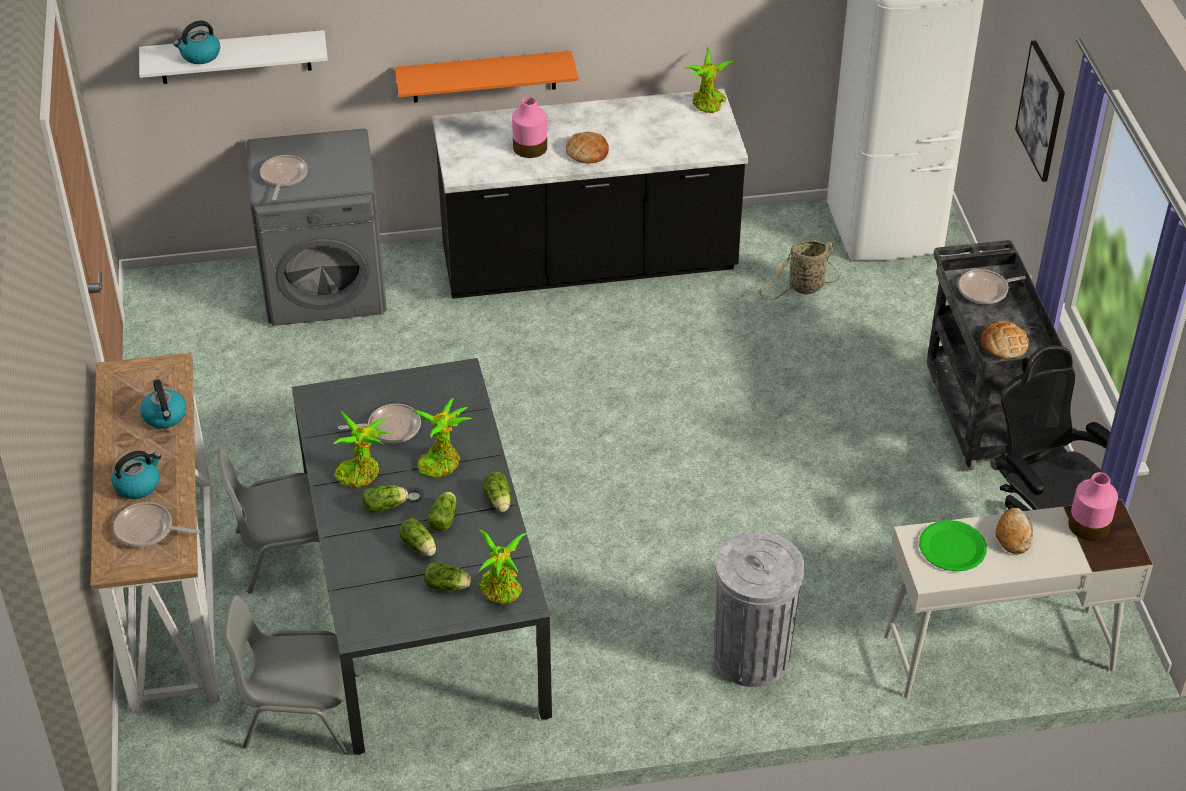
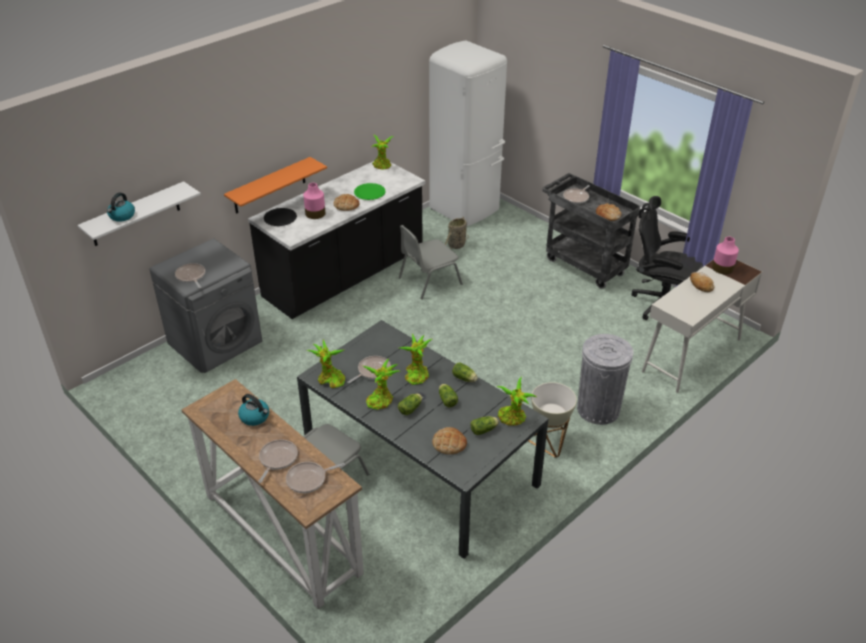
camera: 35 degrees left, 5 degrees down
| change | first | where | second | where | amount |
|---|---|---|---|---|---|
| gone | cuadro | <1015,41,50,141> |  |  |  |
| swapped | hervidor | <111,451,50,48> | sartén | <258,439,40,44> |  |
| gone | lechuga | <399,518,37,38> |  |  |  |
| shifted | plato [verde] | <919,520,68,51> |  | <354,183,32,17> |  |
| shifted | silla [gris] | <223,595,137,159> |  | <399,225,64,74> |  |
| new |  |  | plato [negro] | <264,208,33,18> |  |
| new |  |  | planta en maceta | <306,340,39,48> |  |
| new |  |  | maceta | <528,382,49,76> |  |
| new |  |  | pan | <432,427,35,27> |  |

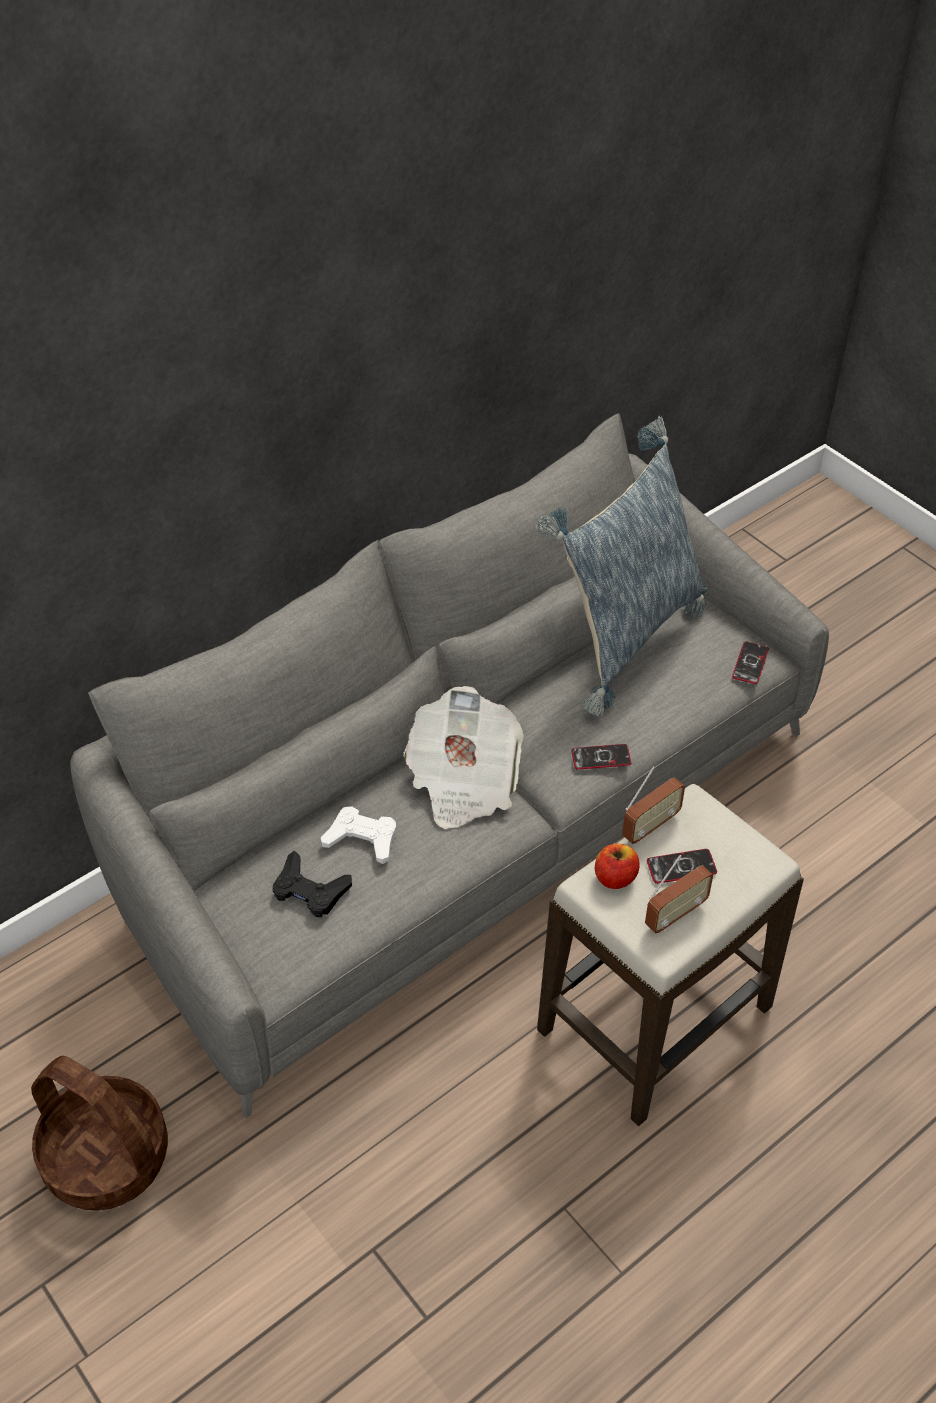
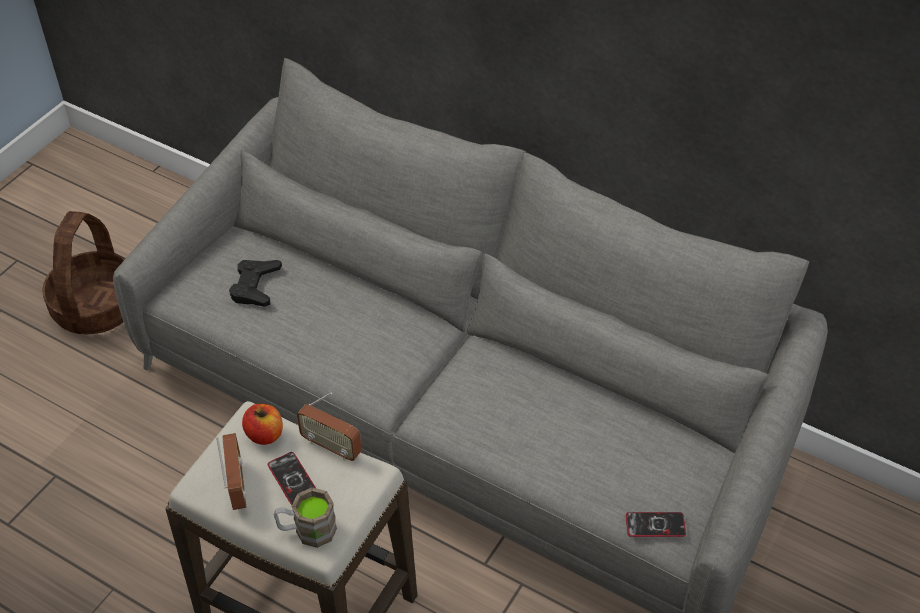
camera: 70 degrees right, 0 degrees up
| change | first | where | second | where | amount |
|---|---|---|---|---|---|
| gone | cojín | <535,416,174,300> |  |  |  |
| gone | periódico | <404,686,120,143> |  |  |  |
| gone | móvil | <571,744,60,26> |  |  |  |
| gone | mando de consola [blanco] | <321,806,75,58> |  |  |  |
| rotated | radio | <645,855,68,79> |  | <216,433,31,77> | 135 degrees counterclockwise |
| new |  |  | taza grande [marrón] | <274,487,63,61> |  |

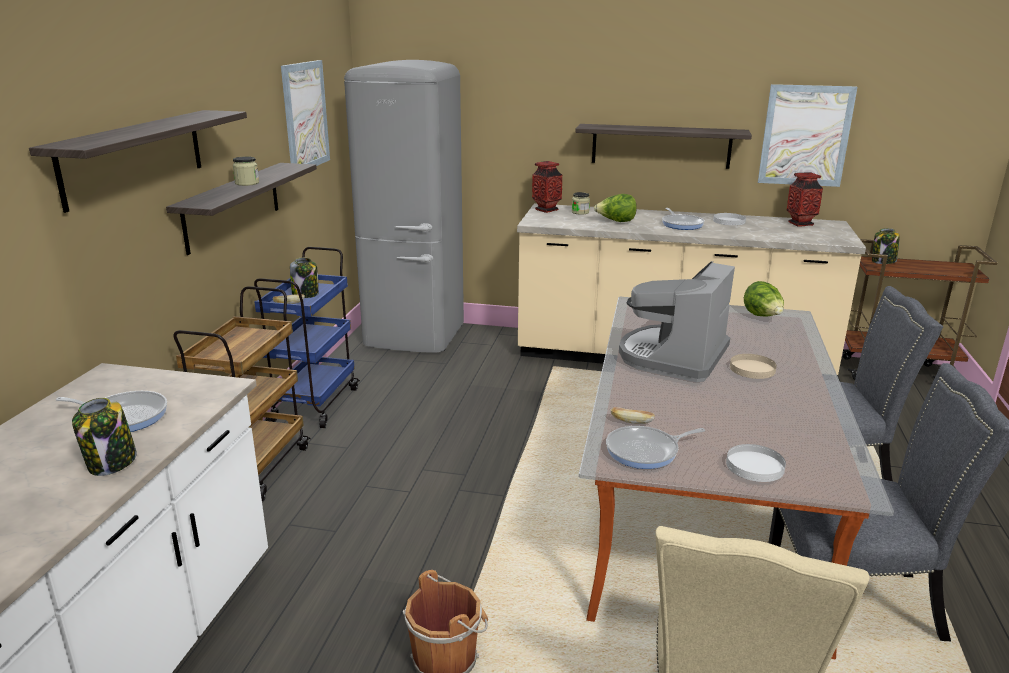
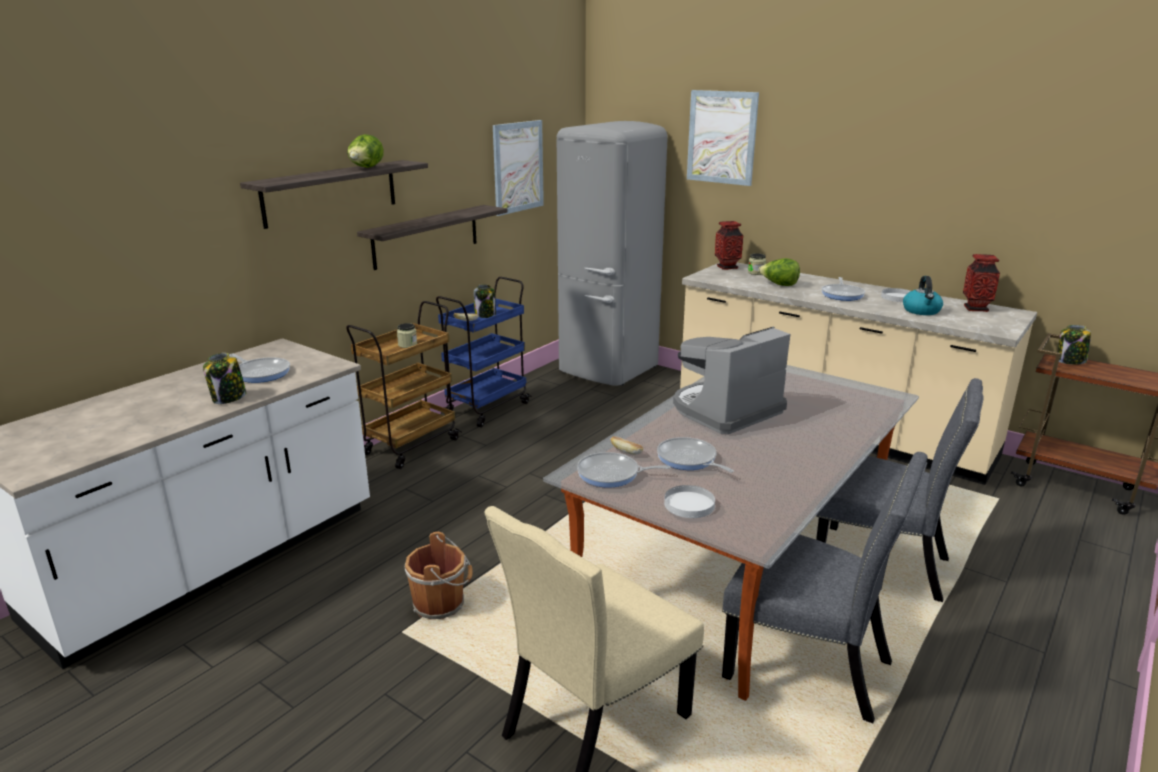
camera: 25 degrees right, 0 degrees up
| change | first | where | second | where | amount |
|---|---|---|---|---|---|
| shifted | cuadro | <758,84,99,103> |  | <687,90,72,96> |  |
| gone | estante | <575,124,177,45> |  |  |  |
| shifted | tarro | <233,156,26,30> |  | <397,323,20,25> |  |
| shifted | lechuga | <744,281,40,36> |  | <347,134,37,34> |  |
| gone | plato [beis] | <730,354,47,25> |  |  |  |
| new |  |  | hervidor | <903,276,40,39> |  |
| new |  |  | sartén | <657,437,77,35> |  |

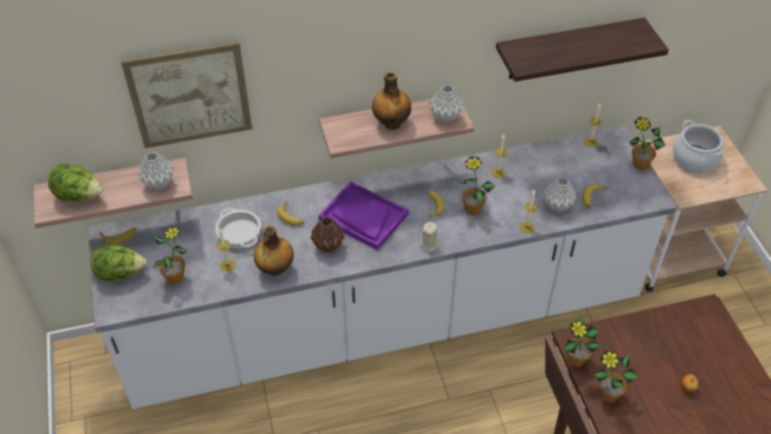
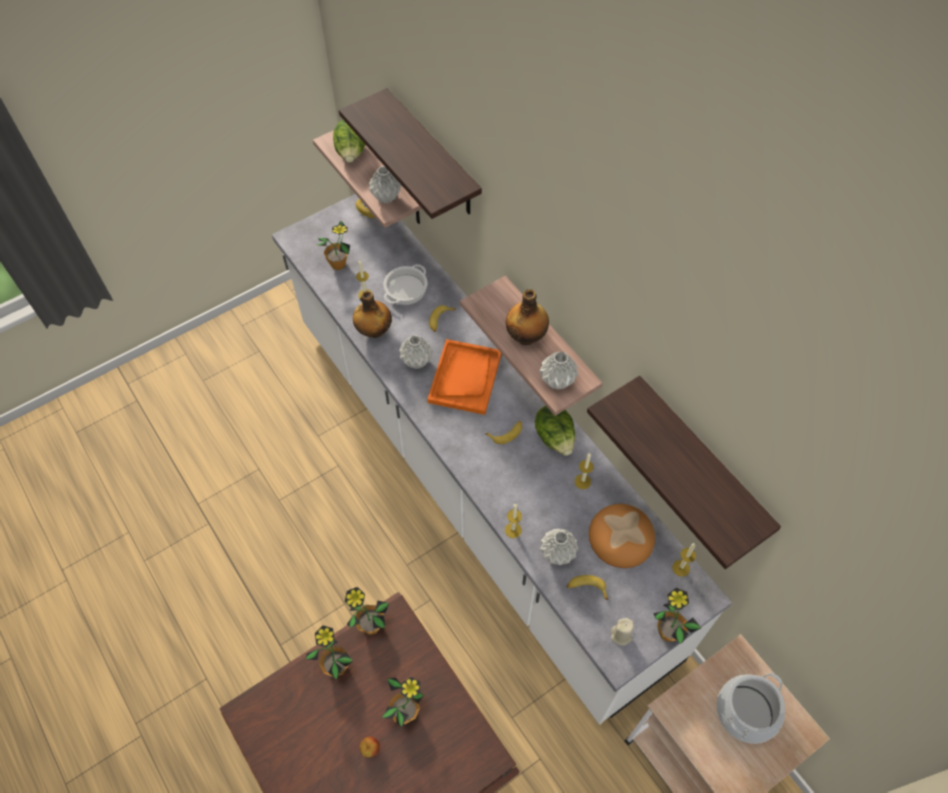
camera: 70 degrees right, 10 degrees up
| change | first | where | second | where | amount |
|---|---|---|---|---|---|
| swapped | cuadro | <121,42,131,106> | estante | <339,88,143,131> |  |
| shifted | planta en maceta | <458,156,37,59> |  | <382,677,42,50> |  |
| repainted | bandeja [morado] | <318,181,91,69> | bandeja [naranja] | <427,339,75,76> |  |
| repainted | florero [marrón] | <311,217,34,36> | florero [gris] | <399,335,34,34> |  |
| shifted | vela [beis] | <420,222,18,30> |  | <611,618,23,28> |  |
| shifted | lechuga | <91,244,56,37> |  | <535,406,40,50> |  |
| new |  |  | pan | <589,504,66,64> |  |

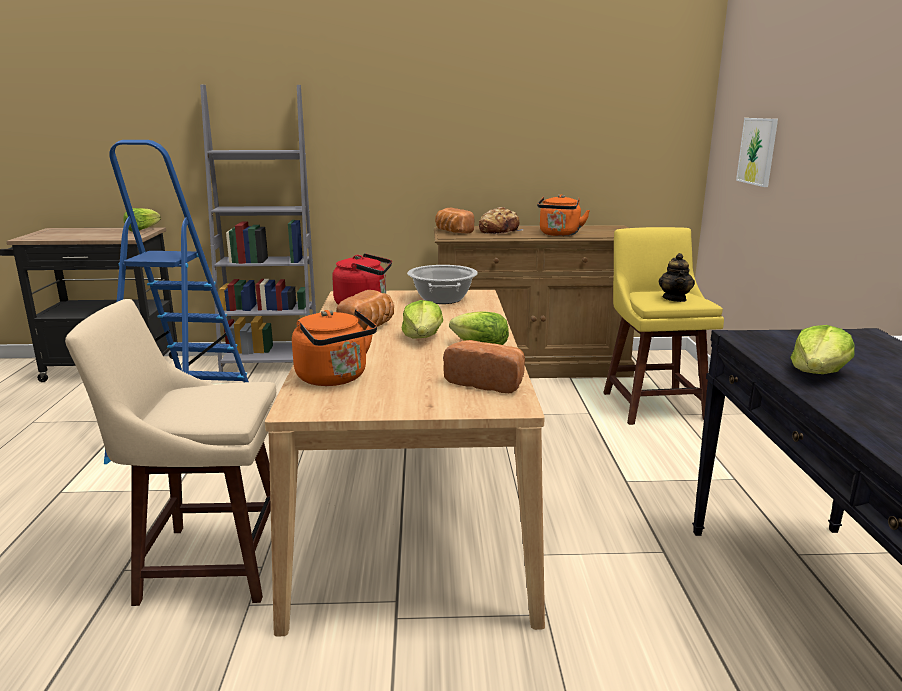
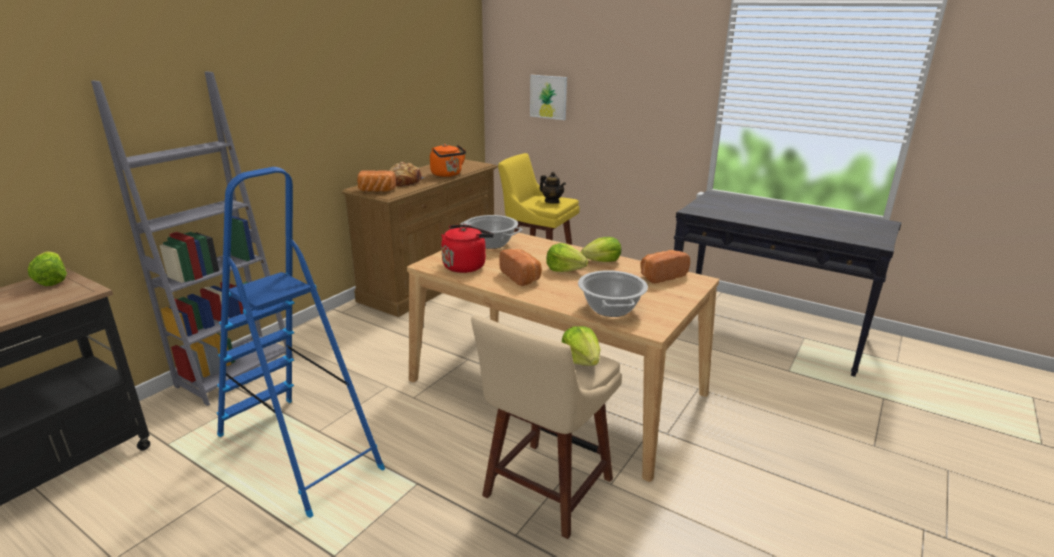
camera: 55 degrees left, 5 degrees up
| change | first | where | second | where | amount |
|---|---|---|---|---|---|
| swapped | hervidor [naranja] | <292,309,85,77> | olla | <578,270,70,47> |  |
| shifted | lechuga | <790,325,64,49> |  | <562,326,38,40> |  |

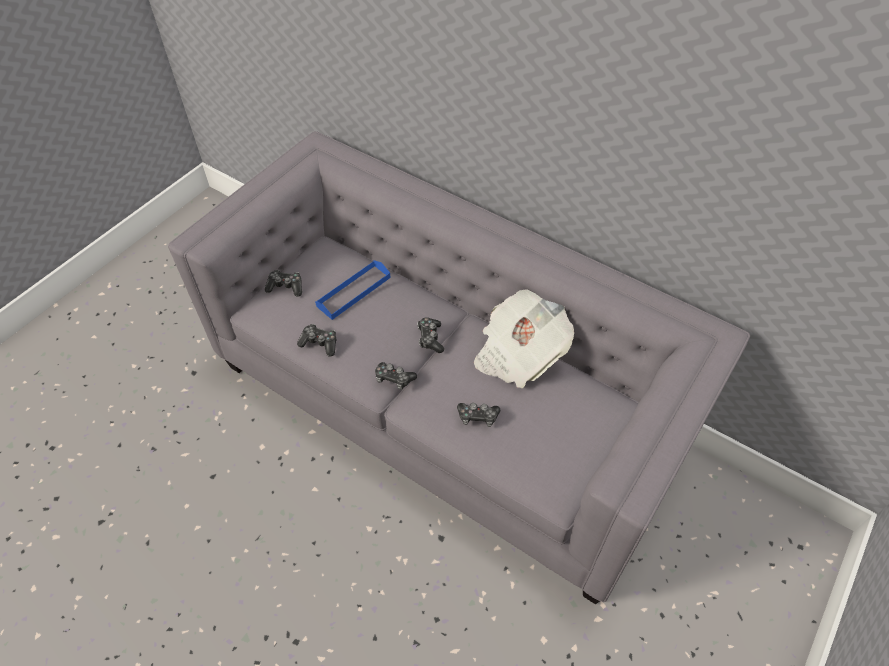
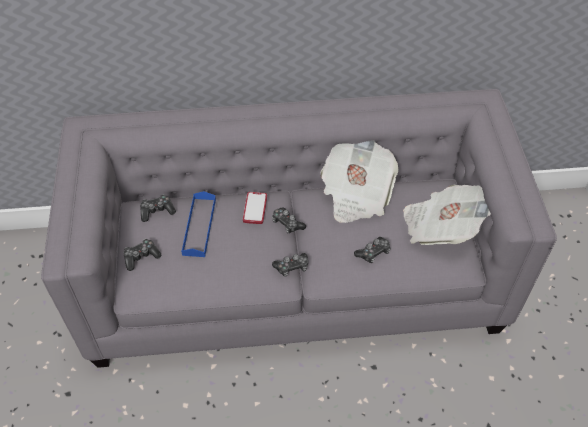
camera: 40 degrees left, 0 degrees up
| change | first | where | second | where | amount |
|---|---|---|---|---|---|
| shifted | mando de consola | <297,324,39,33> |  | <140,194,36,28> |  |
| new |  |  | periódico | <403,185,88,60> |  |
| new |  |  | móvil | <243,192,24,32> |  |

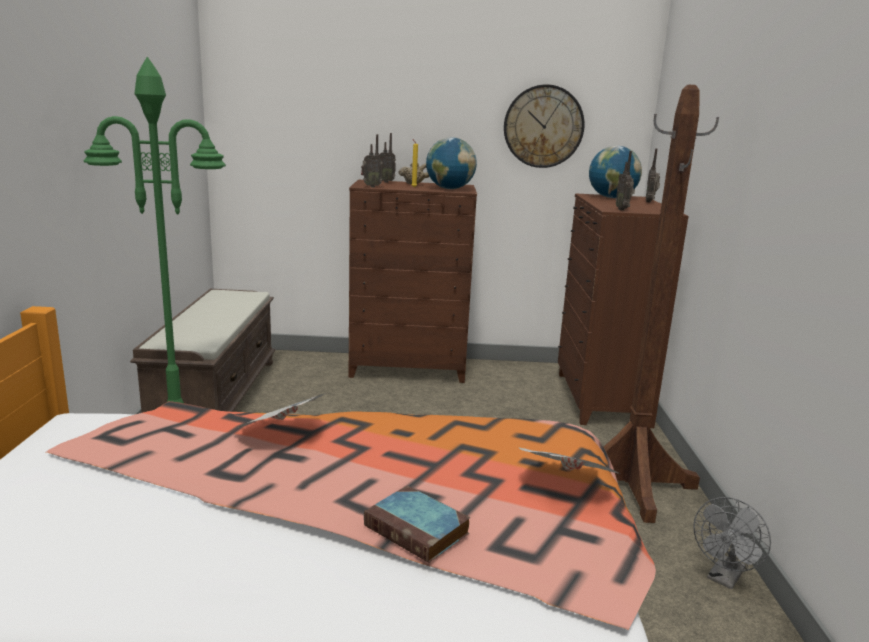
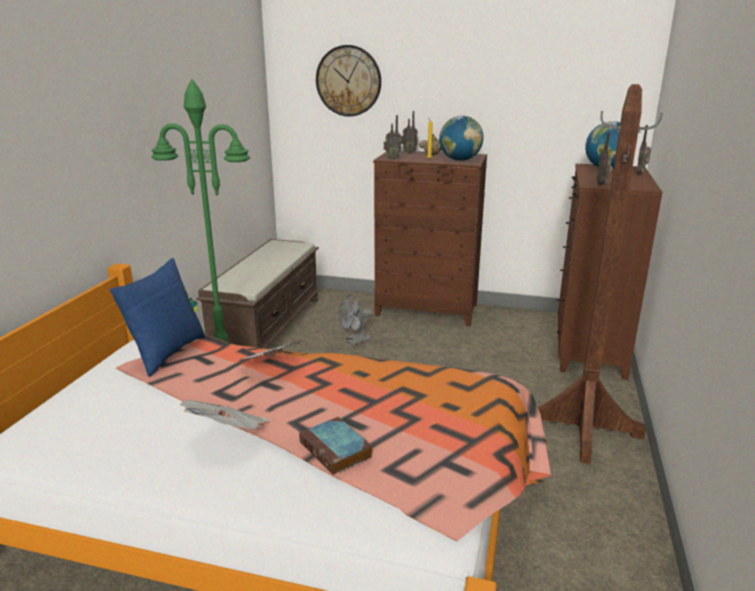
camera: 15 degrees right, 5 degrees up
| change | first | where | second | where | amount |
|---|---|---|---|---|---|
| shifted | reloj de pared | <504,84,80,84> |  | <316,45,65,72> |  |
| shifted | periódico | <519,448,102,26> |  | <180,400,90,30> |  |
| shifted | ventilador [gris] | <693,497,78,92> |  | <338,296,35,49> |  |
| new |  |  | cojín [azul] | <110,258,95,119> |  |

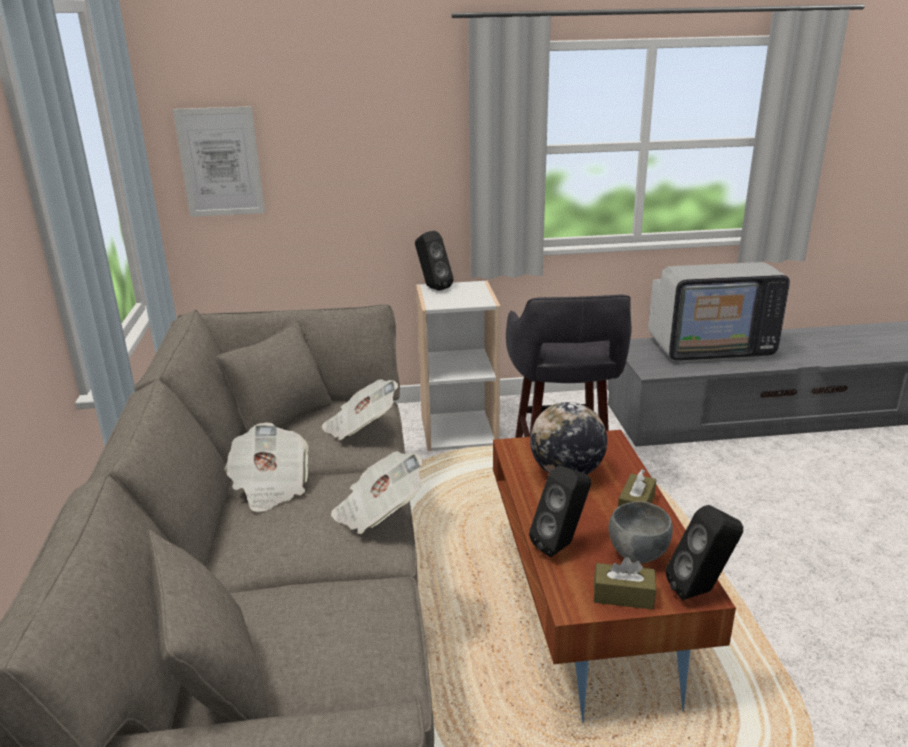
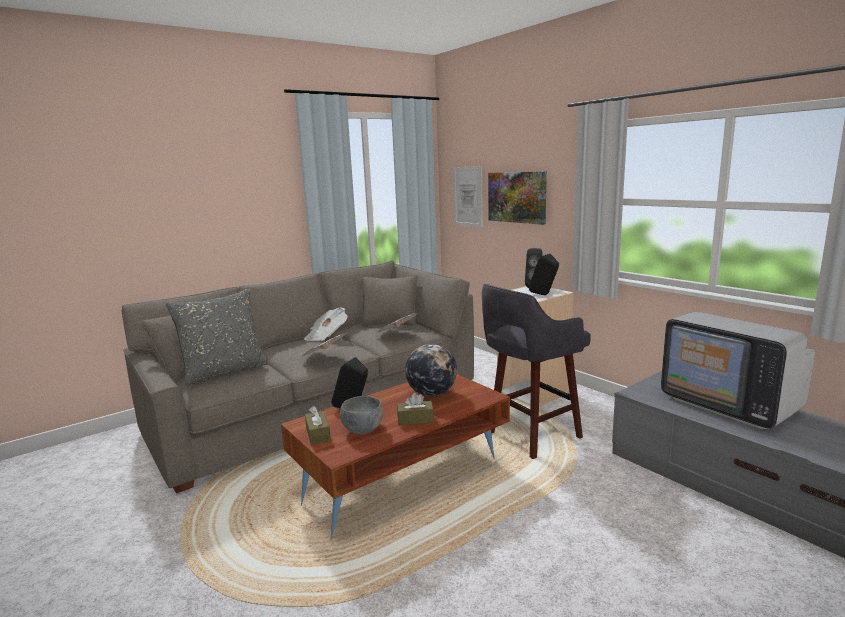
camera: 60 degrees right, 10 degrees down
| change | first | where | second | where | amount |
|---|---|---|---|---|---|
| shifted | altavoz [negro] | <666,505,77,95> |  | <529,254,30,41> |  |
| new |  |  | cuadro | <488,171,59,54> |  |
| new |  |  | cojín [gris] | <166,289,102,96> |  |

